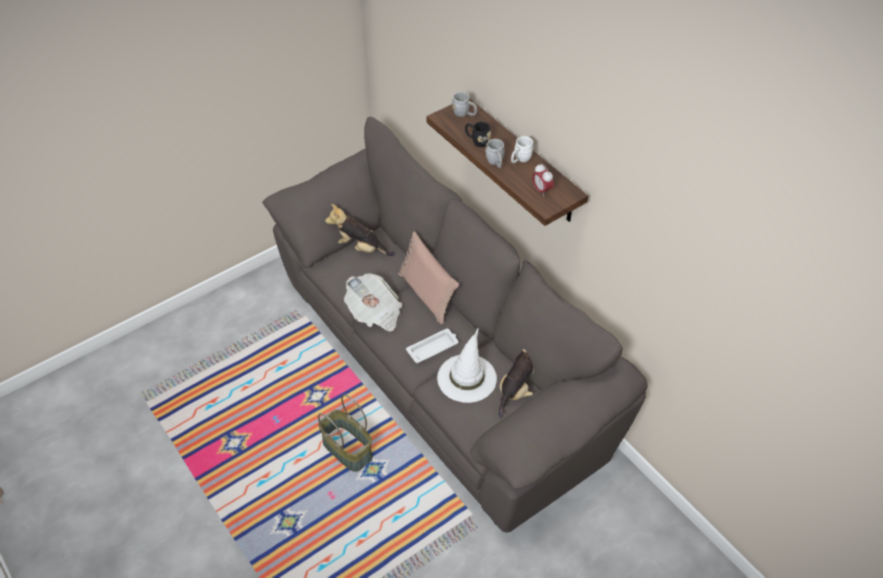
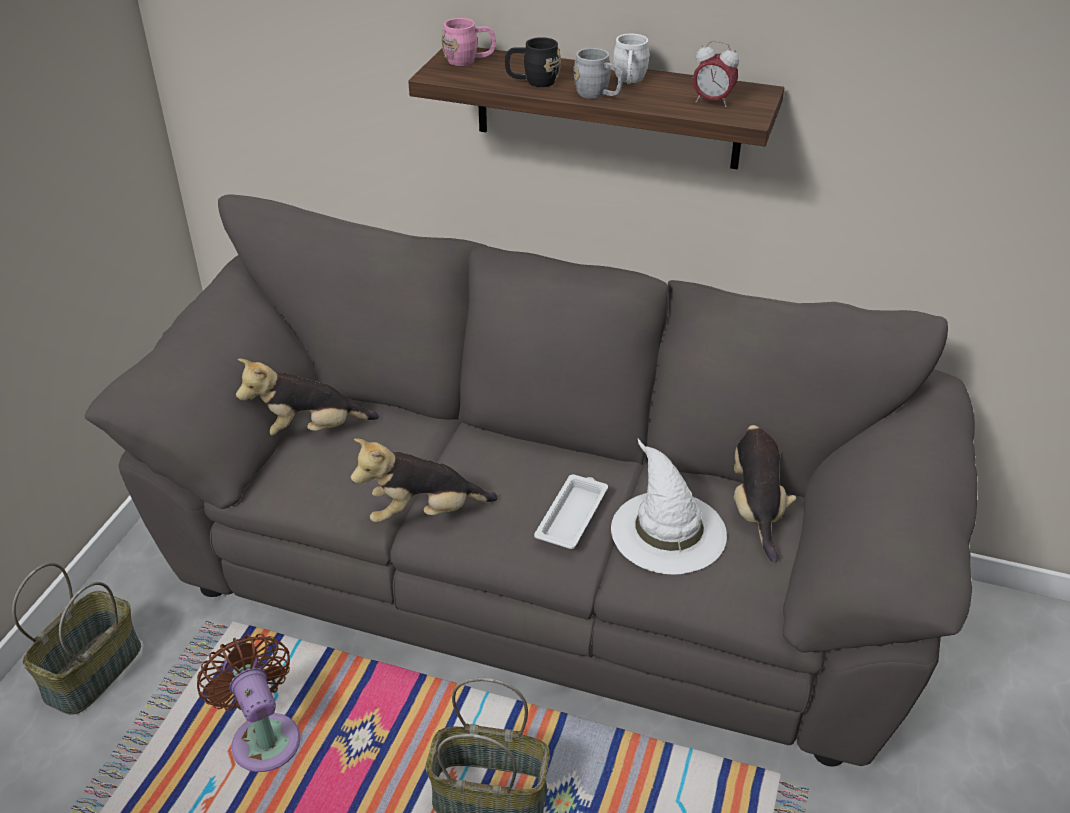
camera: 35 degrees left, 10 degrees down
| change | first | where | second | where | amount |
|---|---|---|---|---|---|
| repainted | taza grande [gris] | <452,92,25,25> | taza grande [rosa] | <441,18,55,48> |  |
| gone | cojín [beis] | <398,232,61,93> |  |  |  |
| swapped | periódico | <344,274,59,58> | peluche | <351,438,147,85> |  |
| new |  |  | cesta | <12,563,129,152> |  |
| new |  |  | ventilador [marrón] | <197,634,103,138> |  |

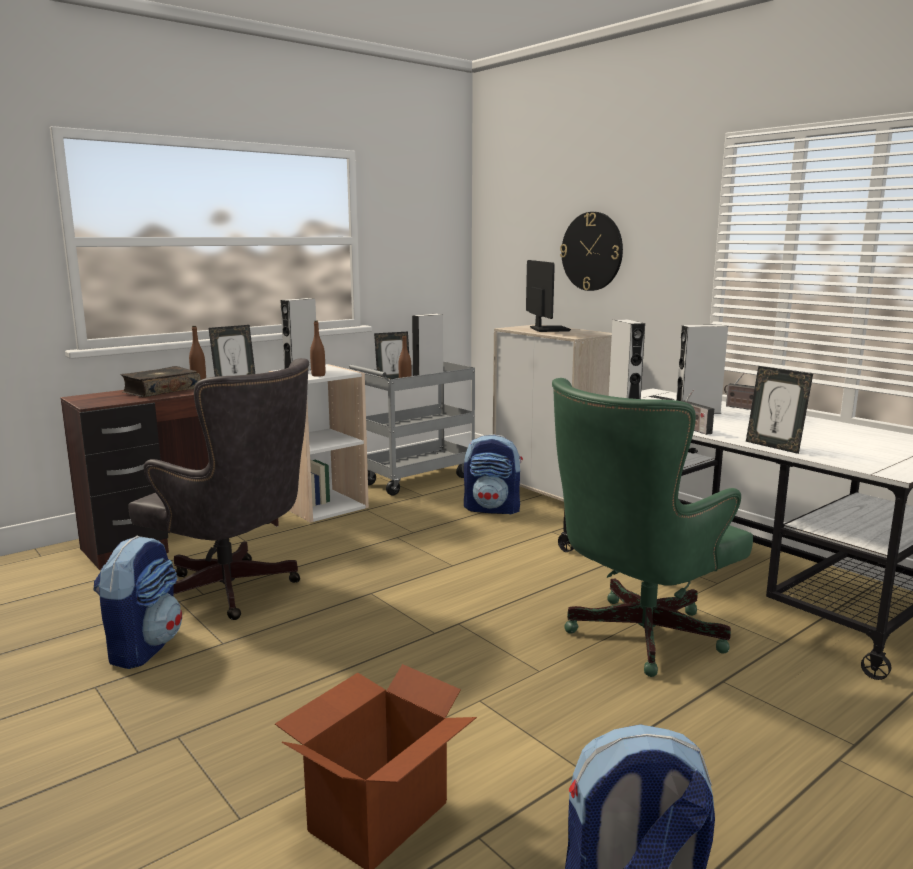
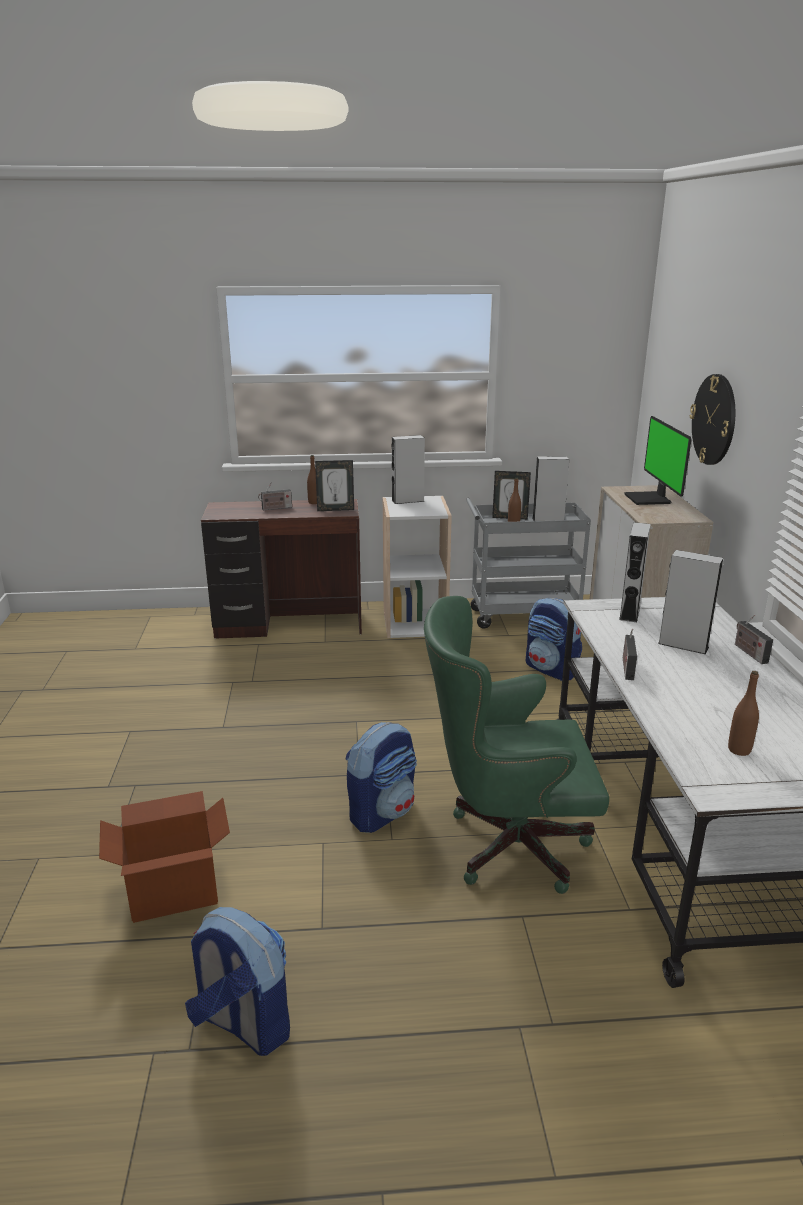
camera: 35 degrees right, 10 degrees up
| change | first | where | second | where | amount |
|---|---|---|---|---|---|
| rotated | monitor | <526,260,45,72> |  | <624,416,68,89> | 150 degrees clockwise |
| shifted | botella [marrón] | <310,320,15,57> |  | <728,671,31,85> |  |
| gone | silla de oficina [gris] | <128,358,181,262> |  |  |  |
| swapped | libro | <121,366,80,31> | radio | <258,482,34,28> |  |
| gone | portarretratos | <746,366,67,88> |  |  |  |
| shifted | mochila | <94,535,88,134> |  | <346,722,71,111> |  |

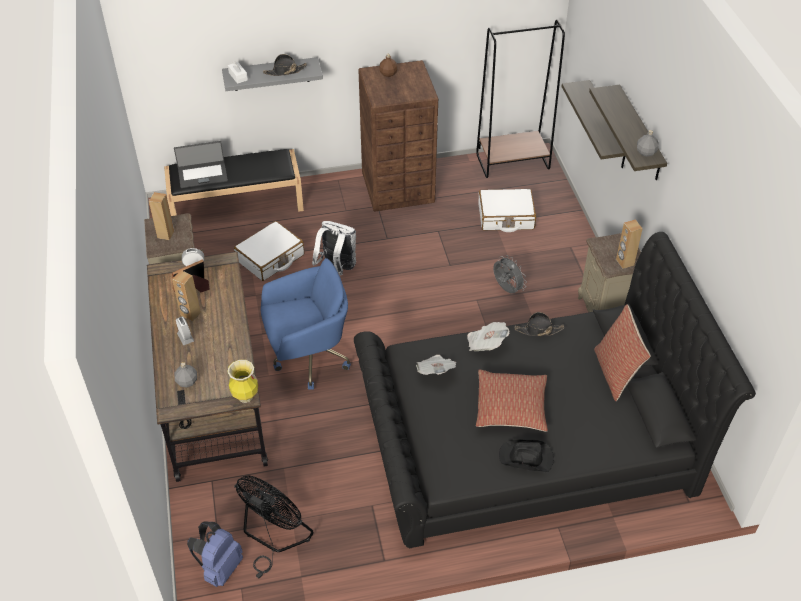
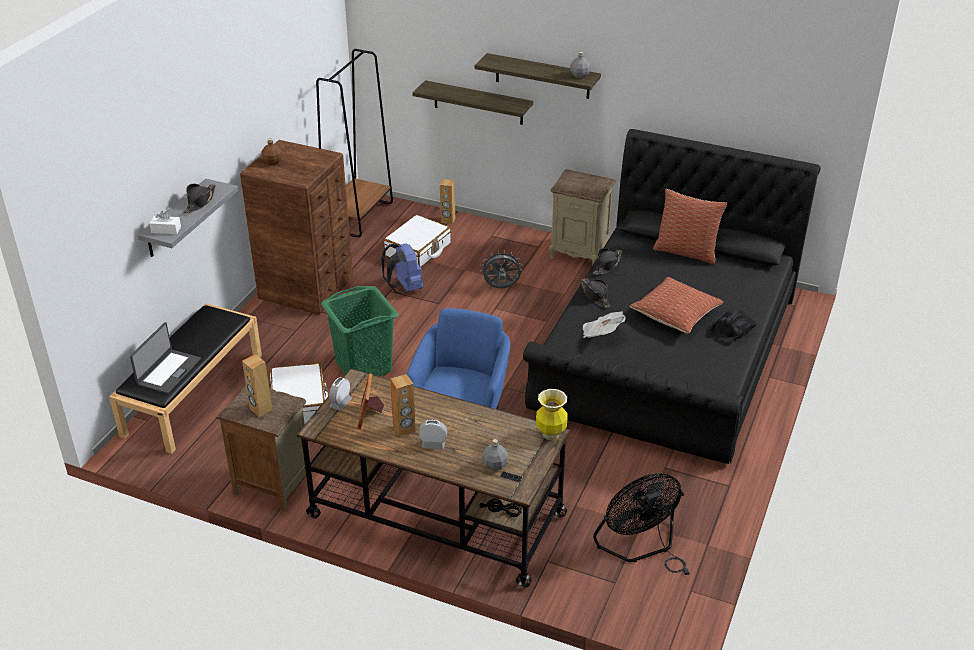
camera: 55 degrees left, 10 degrees down
| change | first | where | second | where | amount |
|---|---|---|---|---|---|
| shifted | altavoz [marrón] | <616,219,27,50> |  | <440,179,15,45> |  |
| swapped | mochila [blanco] | <312,221,44,54> | cesto de la ropa [verde] | <321,286,77,90> |  |
| swapped | periódico | <467,322,42,29> | sombrero [negro] | <581,278,30,30> |  |
| shifted | mochila [azul] | <187,521,56,66> |  | <381,244,42,50> |  |

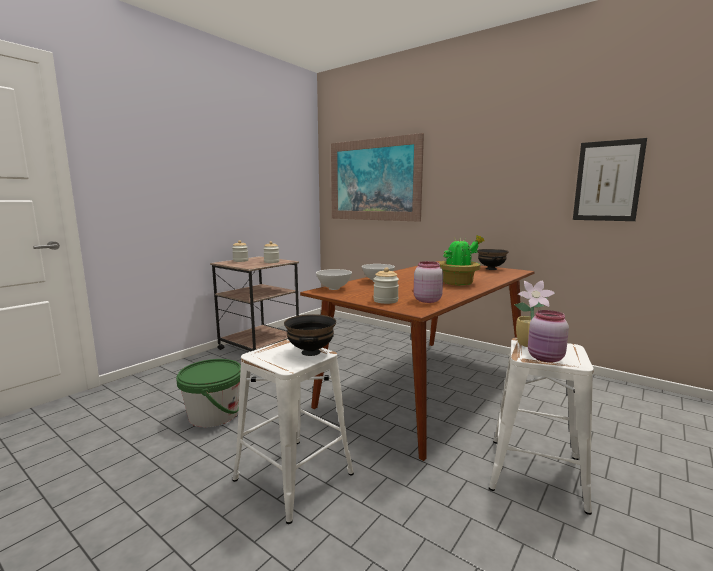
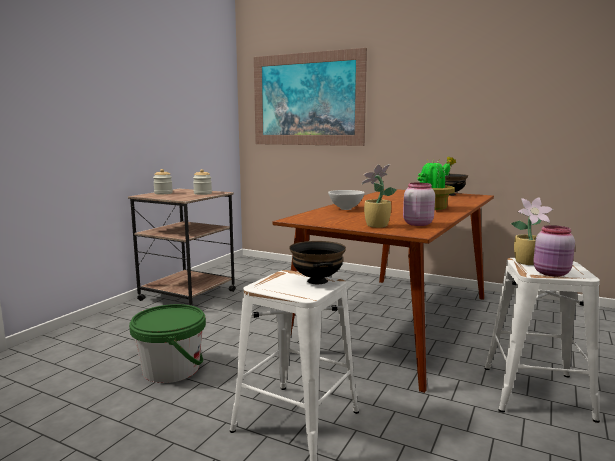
camera: 10 degrees left, 0 degrees up
| change | first | where | second | where | amount |
|---|---|---|---|---|---|
| gone | cuadro | <573,138,74,83> |  |  |  |
| swapped | tarro | <373,268,26,36> | planta en maceta | <361,164,35,64> |  |
| gone | cuenco [blanco] | <316,269,36,21> |  |  |  |

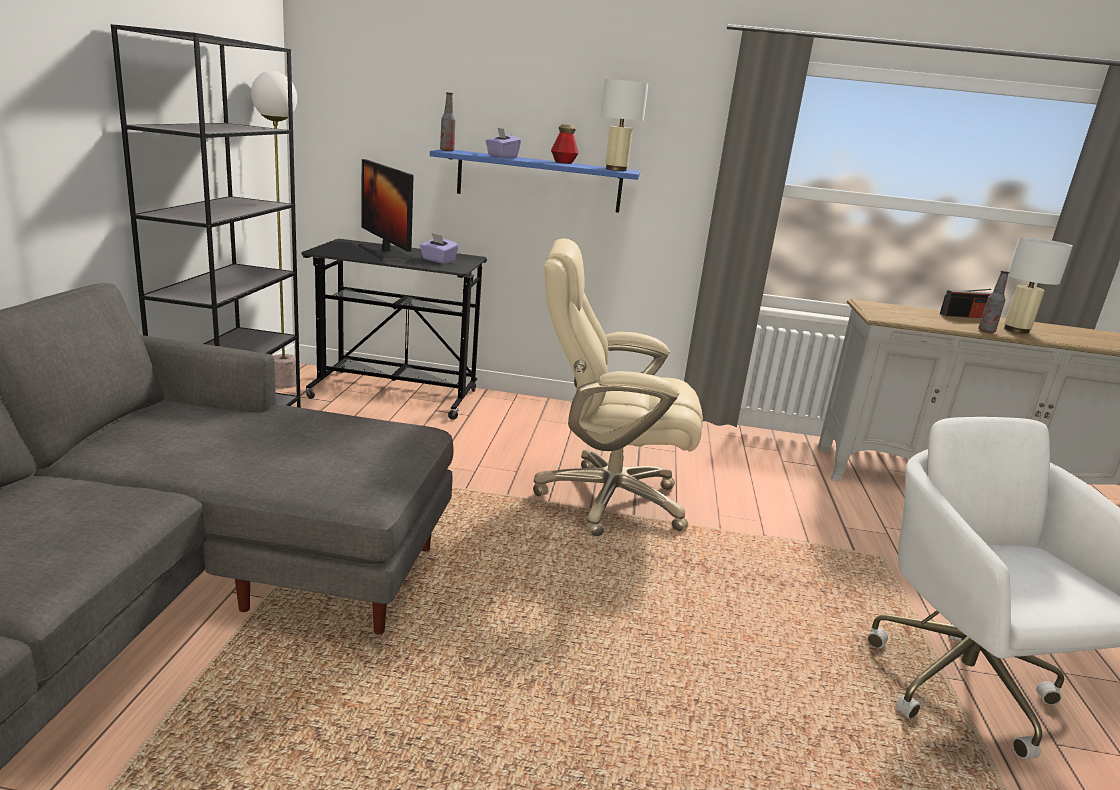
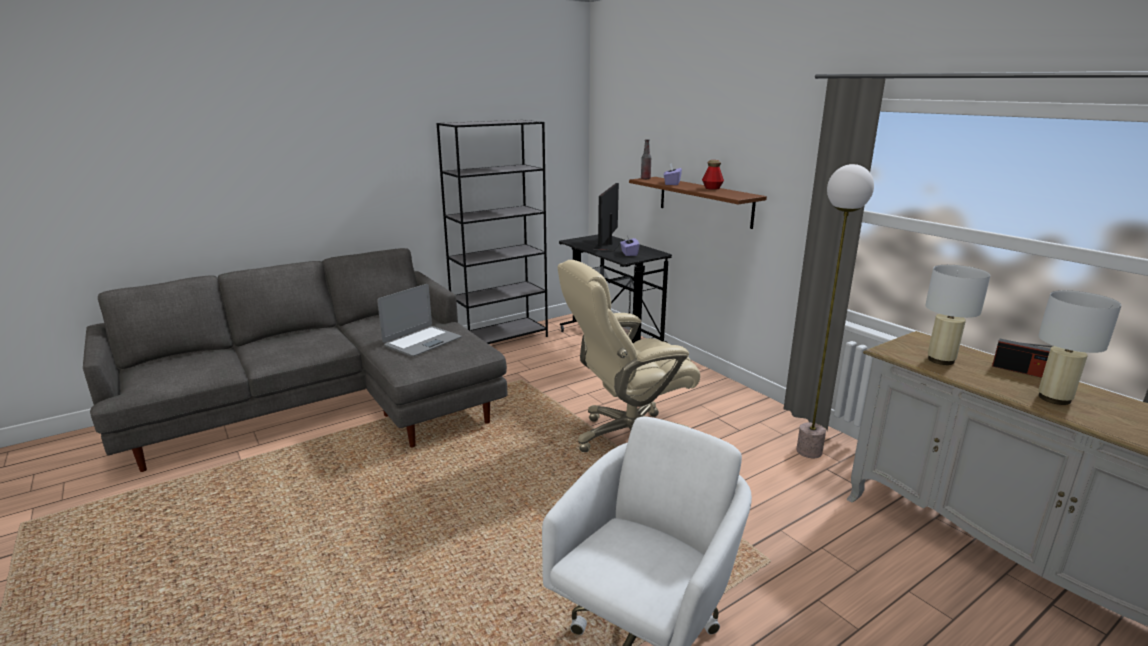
camera: 50 degrees right, 0 degrees up
| change | first | where | second | where | amount |
|---|---|---|---|---|---|
| shifted | lámpara de pie | <251,71,46,317> |  | <796,164,78,294> |  |
| shifted | lámpara de mesa [blanco] | <601,79,47,92> |  | <925,265,65,100> |  |
| repainted | estante [azul] | <430,149,210,64> | estante [marrón] | <629,177,138,52> |  |
| rotated | silla de oficina [beis] | <533,238,170,298> |  | <558,260,142,192> | 75 degrees counterclockwise |
| gone | botella | <978,270,32,63> |  |  |  |
| new |  |  | portátil | <377,284,84,72> |  |

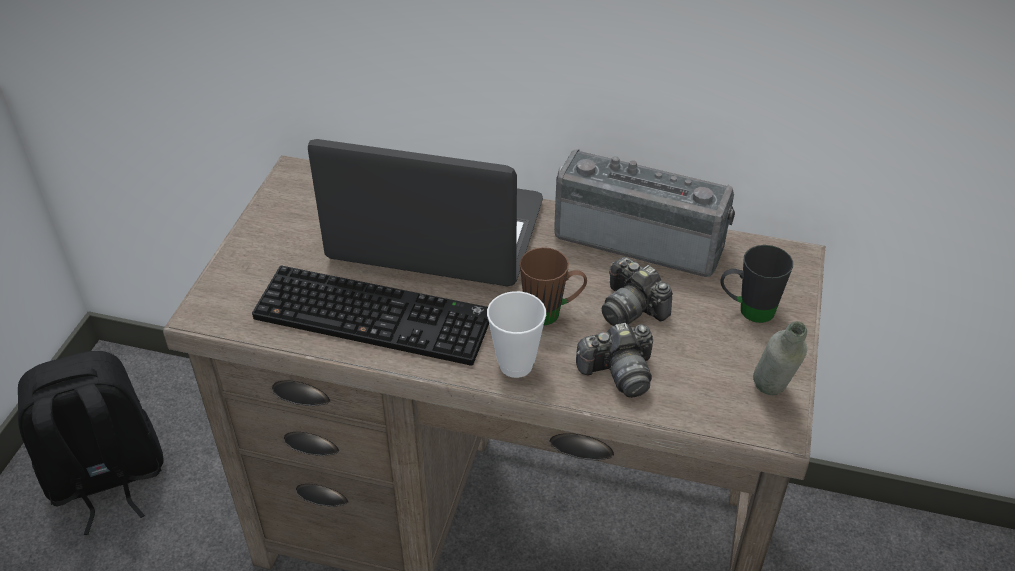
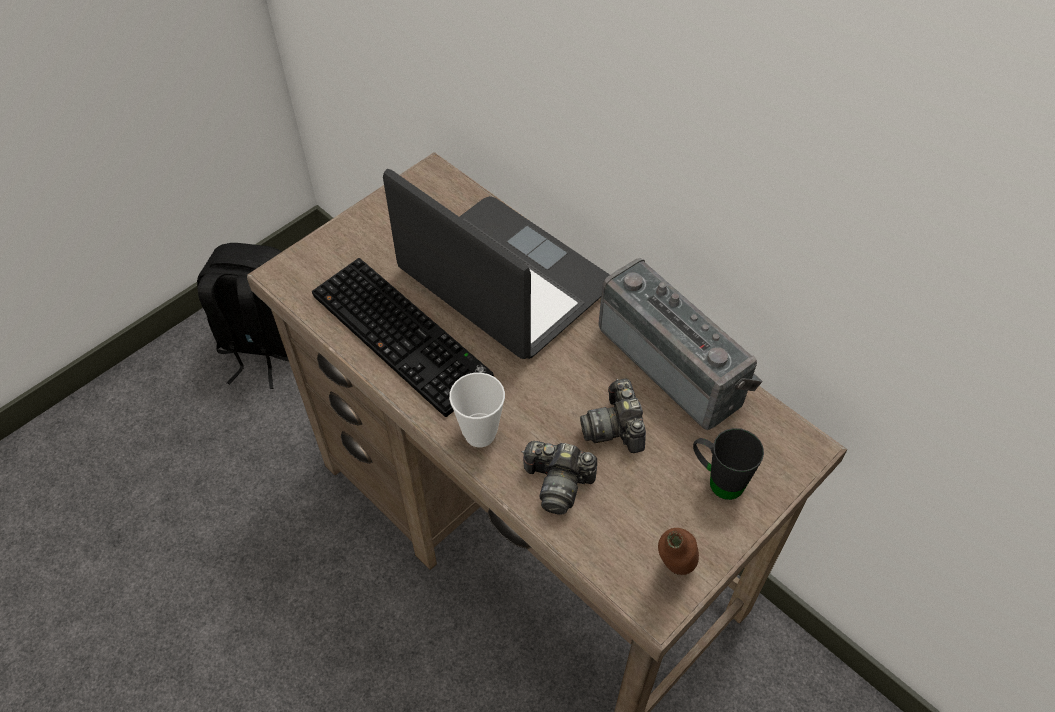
camera: 30 degrees right, 10 degrees up
| change | first | where | second | where | amount |
|---|---|---|---|---|---|
| gone | taza grande [marrón] | <520,247,67,79> |  |  |  |
| repainted | botella [gris] | <753,321,54,74> | botella [marrón] | <658,528,41,47> |  |

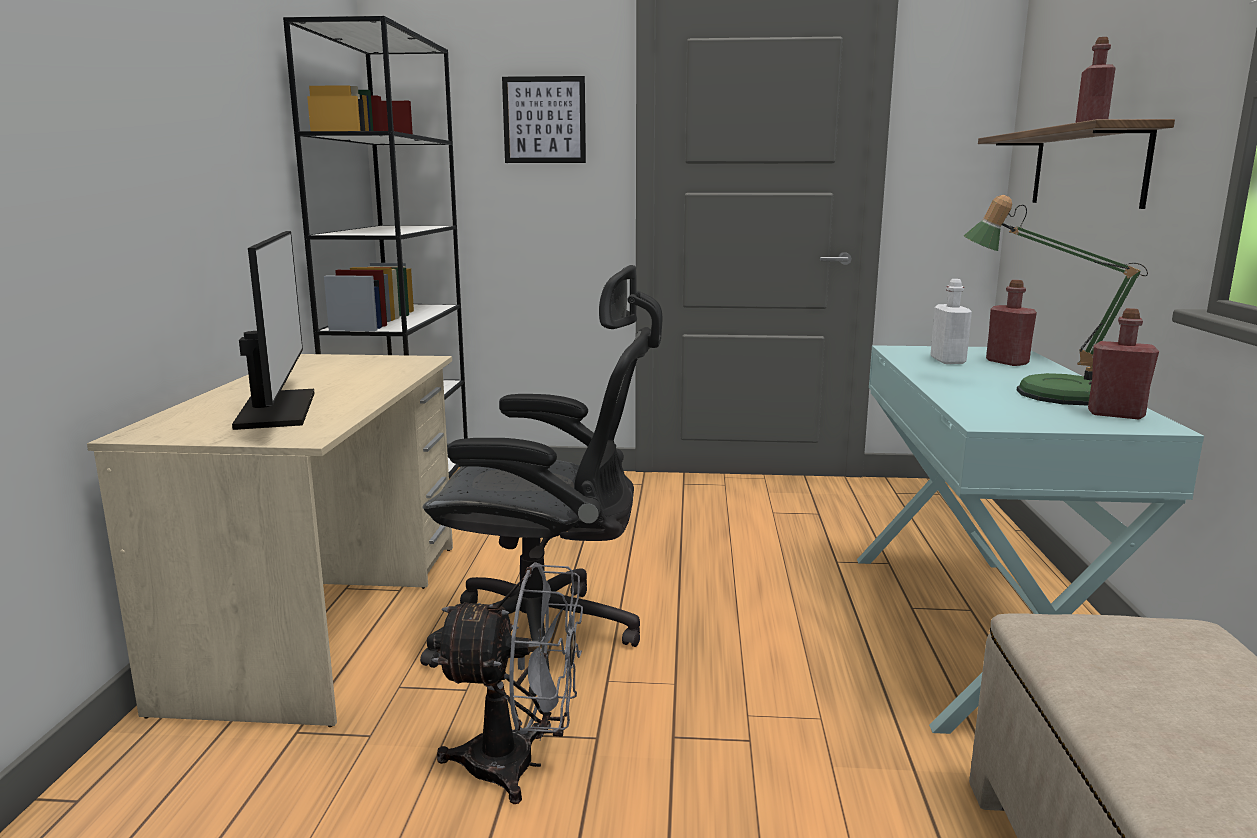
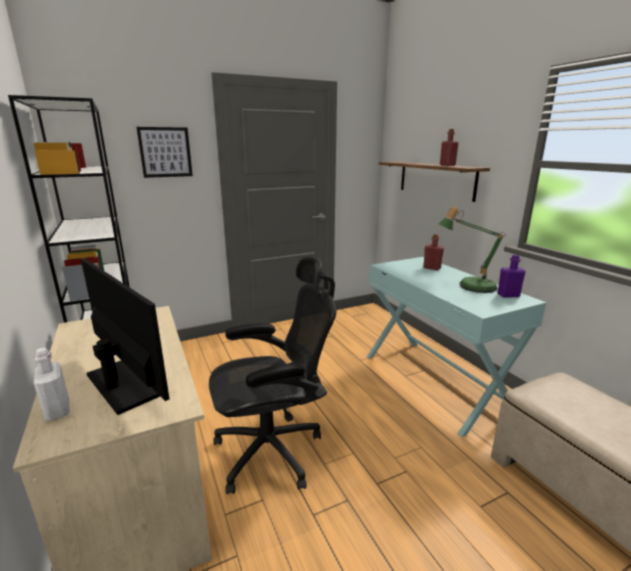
camera: 30 degrees left, 5 degrees up
| change | first | where | second | where | amount |
|---|---|---|---|---|---|
| shifted | botella [blanco] | <930,279,42,85> |  | <34,348,36,73> |  |
| repainted | botella [rojo] | <1088,308,71,111> | botella [morado] | <497,255,29,43> |  |
| gone | ventilador [gris] | <432,562,151,242> |  |  |  |

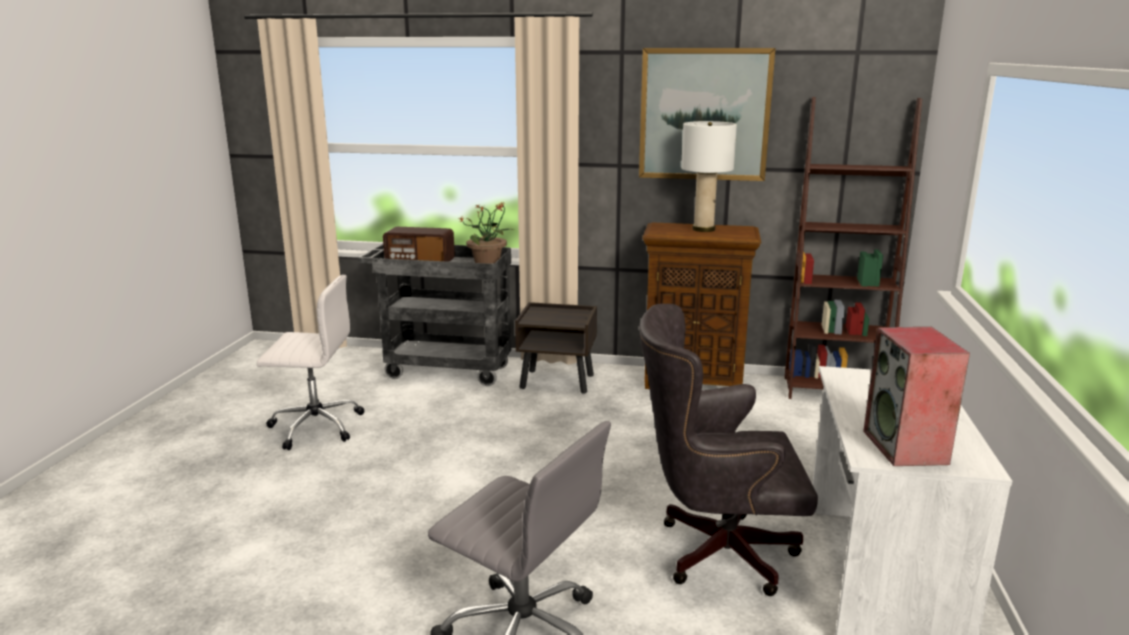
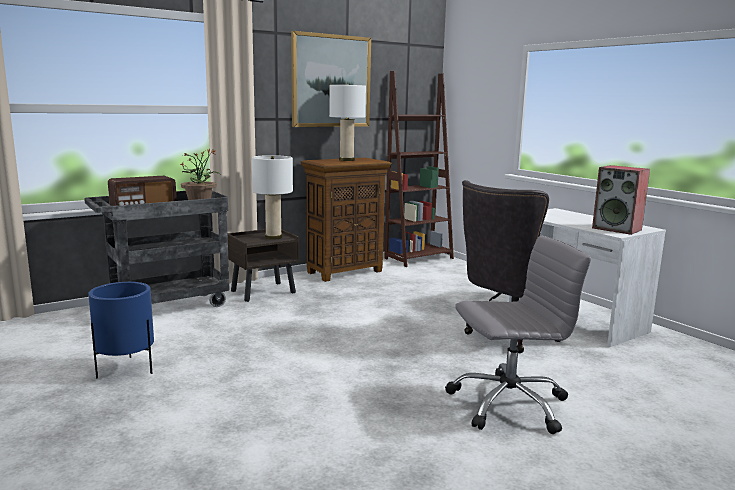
camera: 45 degrees left, 5 degrees down
| change | first | where | second | where | amount |
|---|---|---|---|---|---|
| swapped | silla de oficina [blanco] | <257,275,108,175> | maceta [azul] | <88,282,66,97> |  |
| new |  |  | lámpara de mesa [blanco] | <252,155,41,85> |  |

